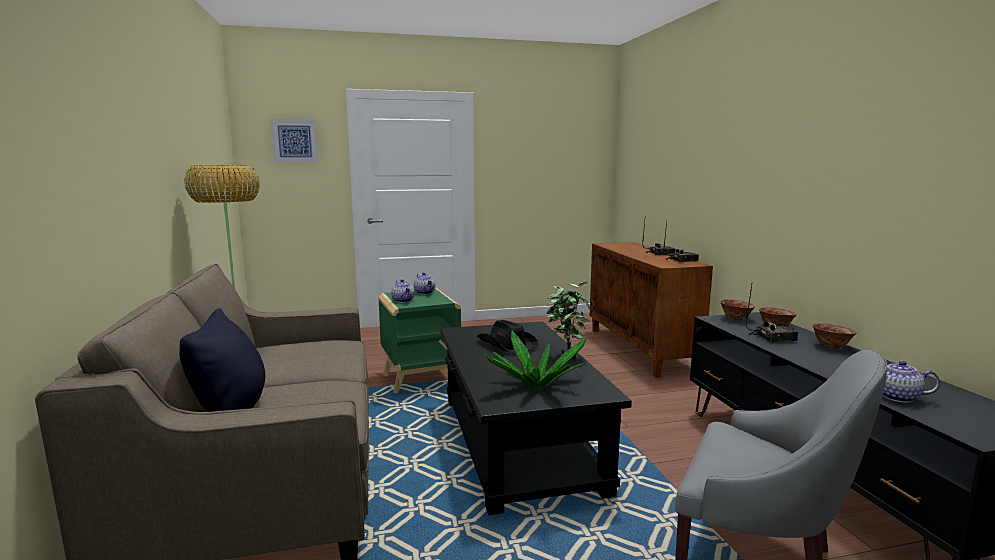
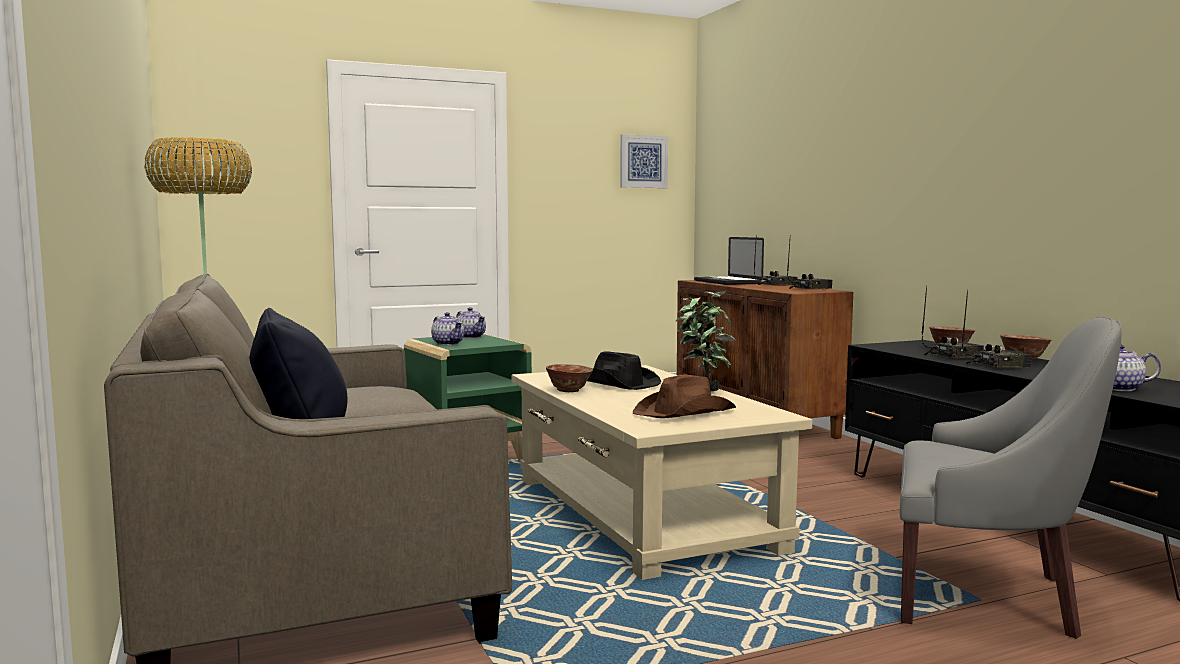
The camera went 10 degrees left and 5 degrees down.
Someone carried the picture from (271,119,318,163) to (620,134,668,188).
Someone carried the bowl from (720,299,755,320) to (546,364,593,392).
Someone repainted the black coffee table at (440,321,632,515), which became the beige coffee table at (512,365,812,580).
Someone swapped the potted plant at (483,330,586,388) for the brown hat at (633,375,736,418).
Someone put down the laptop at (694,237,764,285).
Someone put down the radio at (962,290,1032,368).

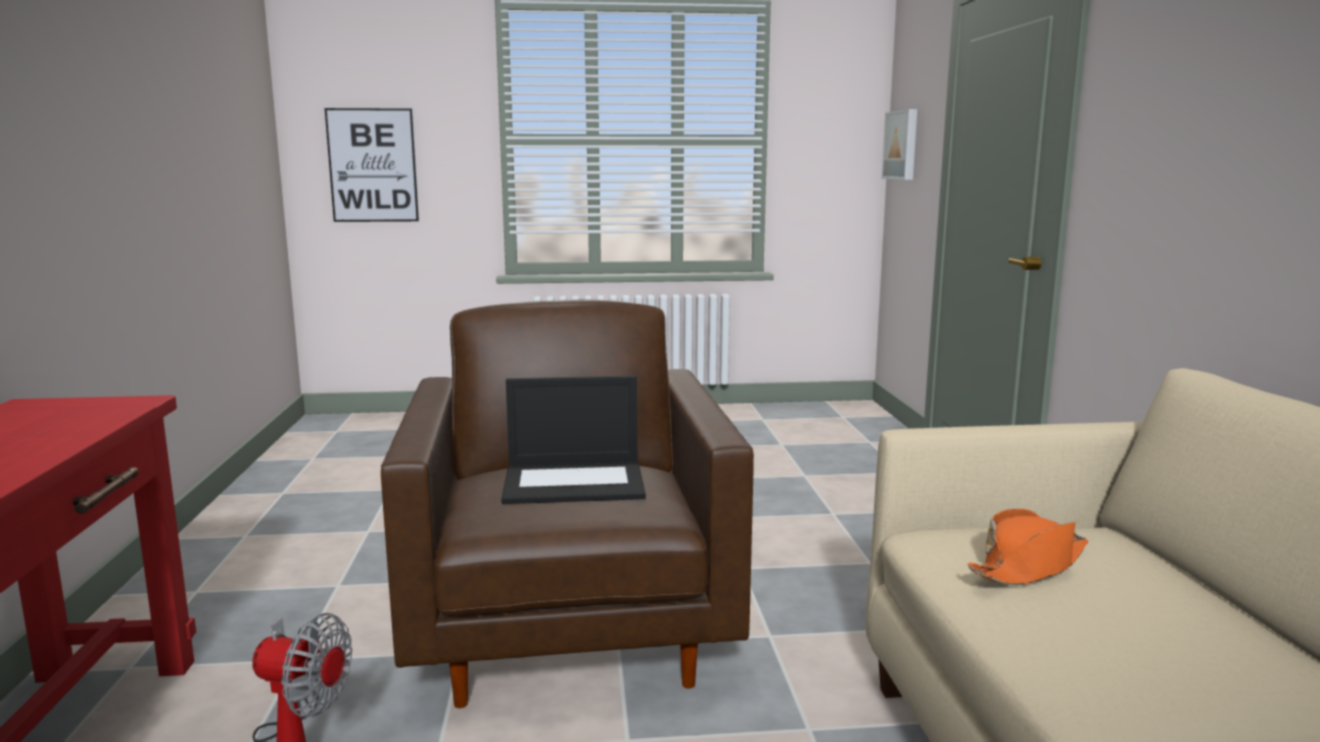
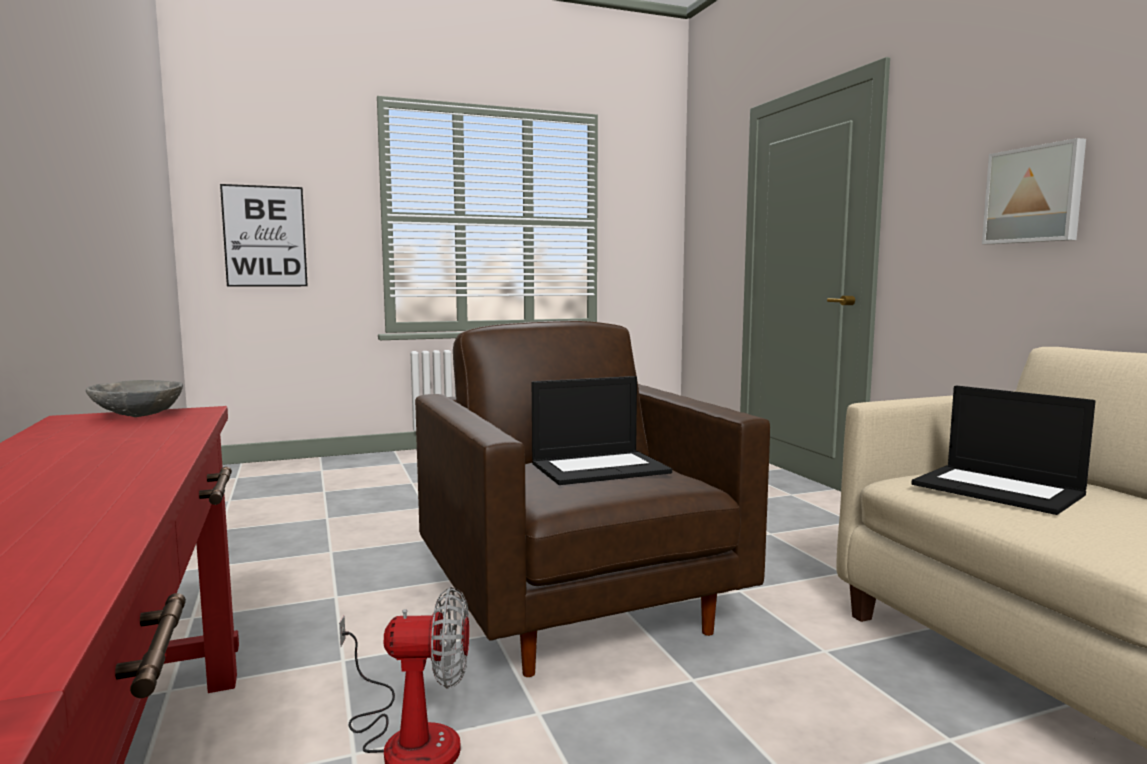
The camera went 15 degrees left and 5 degrees down.
Someone carried the picture from (882,109,917,180) to (982,138,1086,244).
Someone swapped the orange hat at (968,509,1088,585) for the laptop at (911,386,1096,515).
Someone put down the grey bowl at (86,380,183,417).

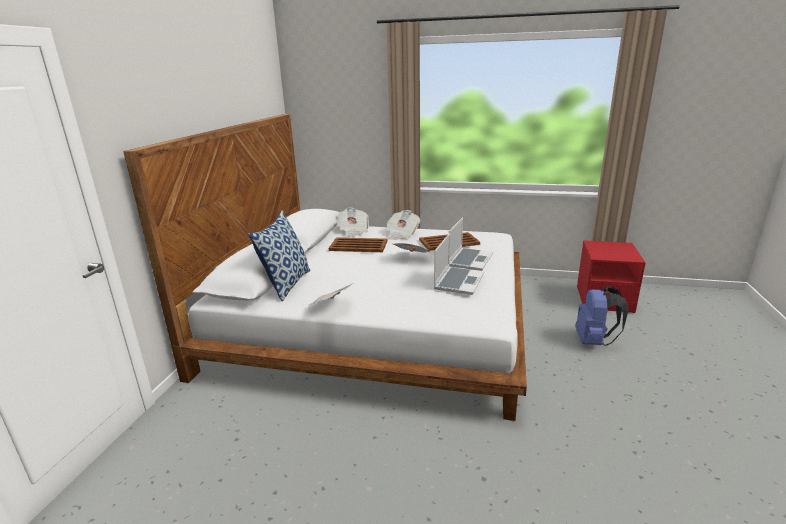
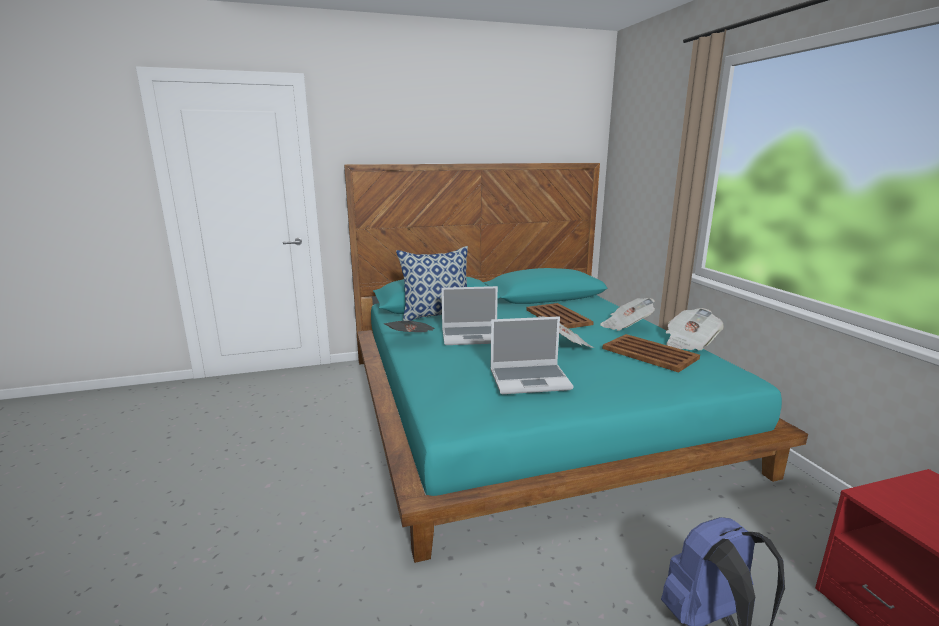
The camera went 60 degrees right and 5 degrees down.
Someone repainted the white bed at (124,114,527,421), which became the turquoise bed at (344,163,808,563).
Someone carried the newspaper from (336,208,369,237) to (666,308,724,350).
Someone carried the laptop from (449,217,493,271) to (442,286,498,345).

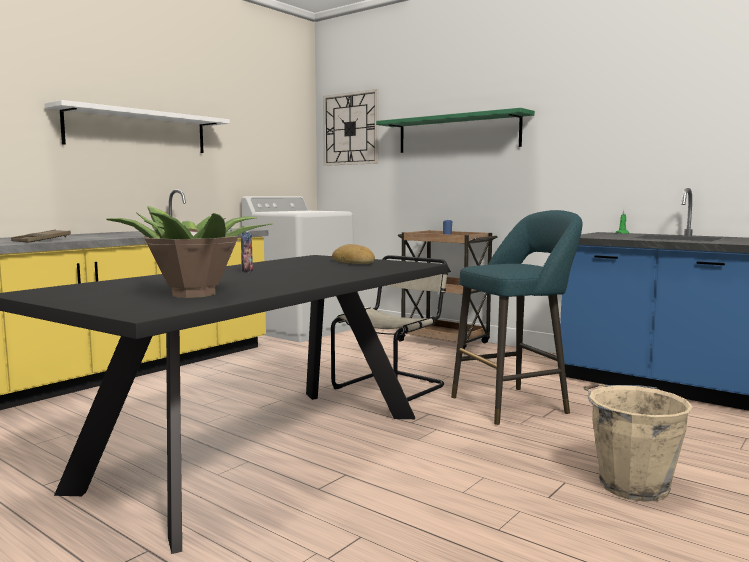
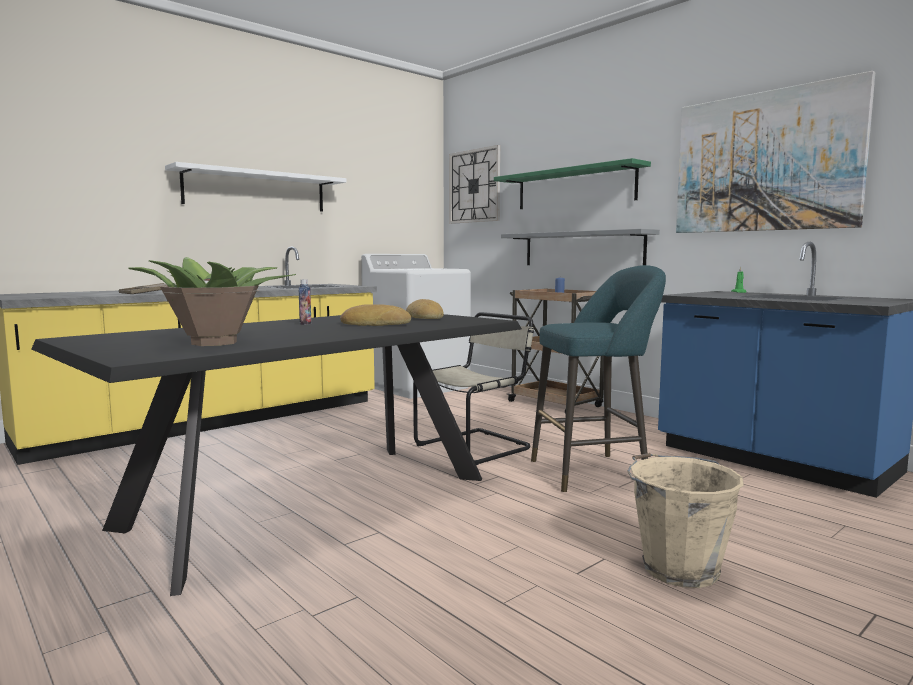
The camera went 10 degrees right and 0 degrees up.
Someone put up the picture at (676,71,875,233).
Someone put up the grey shelf at (501,229,660,265).
Someone put down the bread at (340,304,411,326).

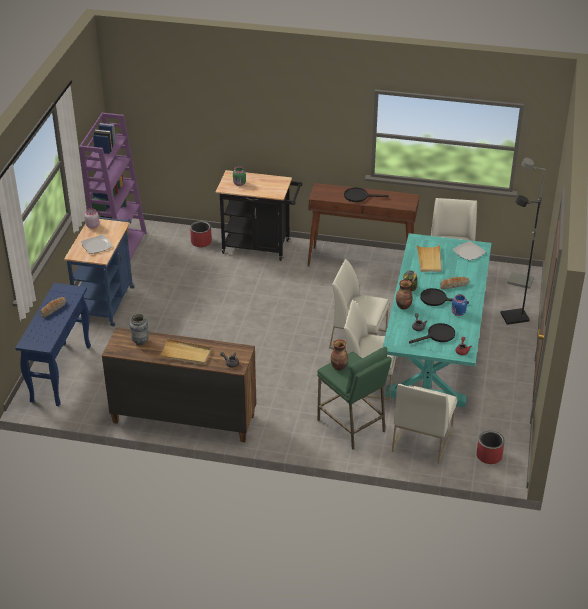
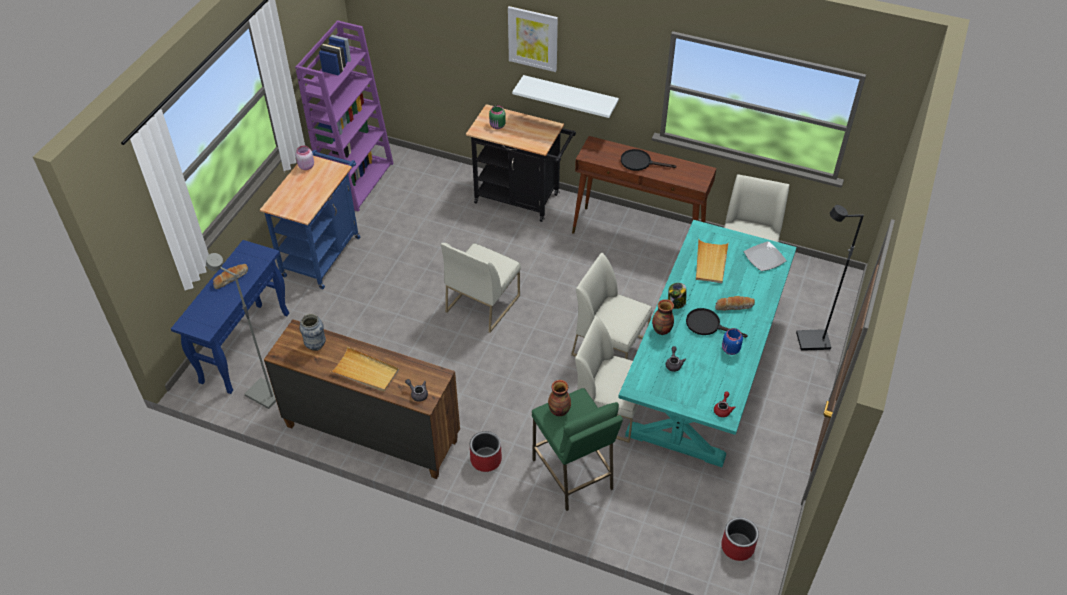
The camera went 10 degrees right and 10 degrees up.
Someone carried the grey floor lamp from (507,158,546,289) to (206,253,276,409).
Someone carried the red planter from (190,221,212,247) to (470,431,502,472).
Someone took away the plate at (81,234,113,254).
Someone took away the black frying pan at (409,323,455,344).
Someone carried the white chair from (392,384,457,464) to (441,243,521,333).
Someone put up the picture at (508,6,558,72).
Someone put up the white shelf at (512,75,619,118).

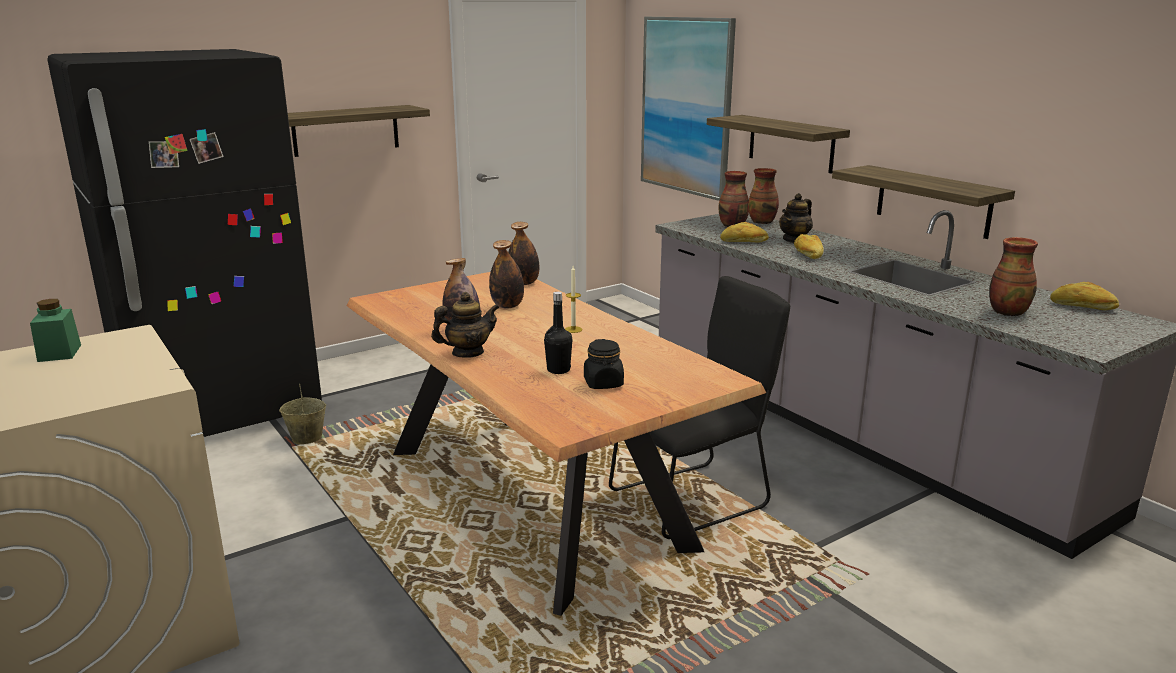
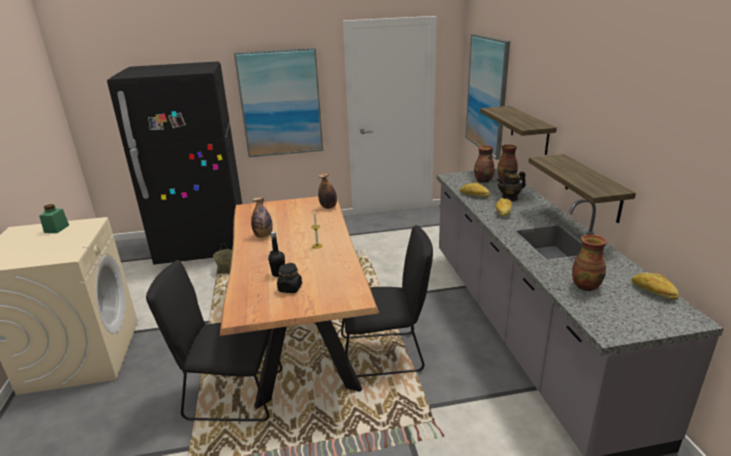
The camera went 25 degrees right and 5 degrees up.
Someone swapped the shelf at (288,105,430,157) for the picture at (234,48,323,157).
Someone took away the bottle at (489,240,524,309).
Someone took away the teapot at (431,292,500,358).
Someone put down the black chair at (146,260,282,421).

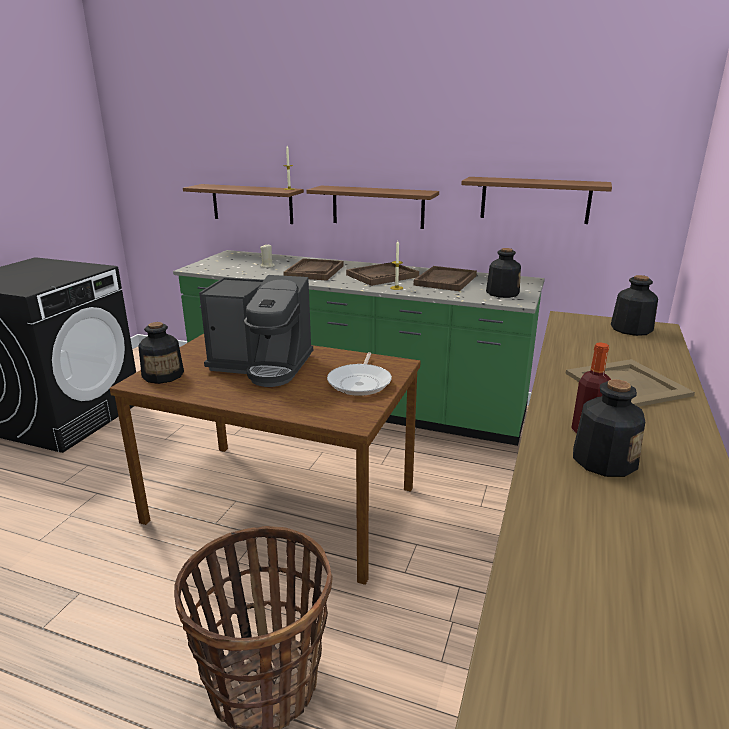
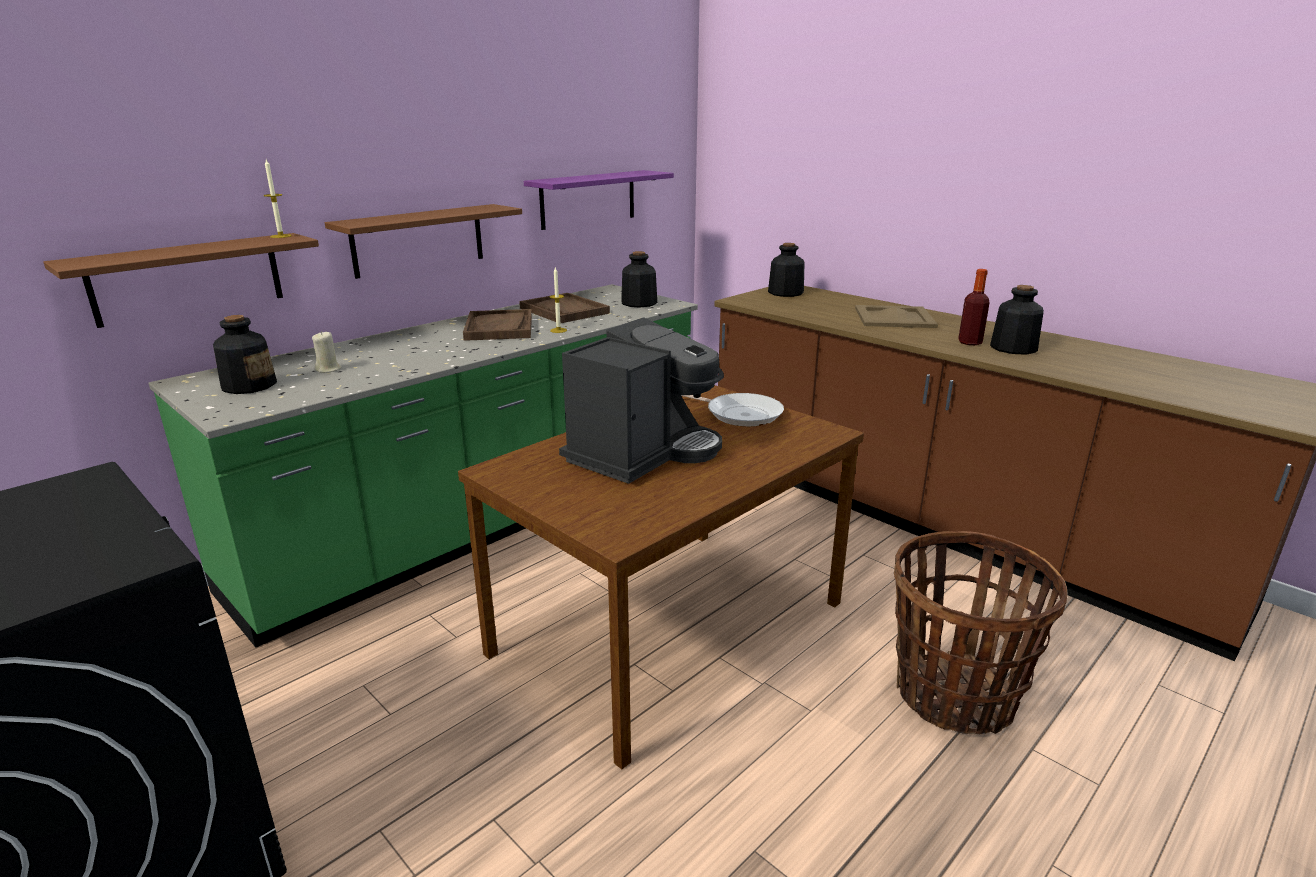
The camera went 65 degrees left and 0 degrees up.
Someone repainted the brown shelf at (461,177,612,224), which became the purple shelf at (524,170,674,230).
Someone took away the brown tray at (283,258,343,281).
Someone carried the bottle from (138,322,184,384) to (213,315,277,394).

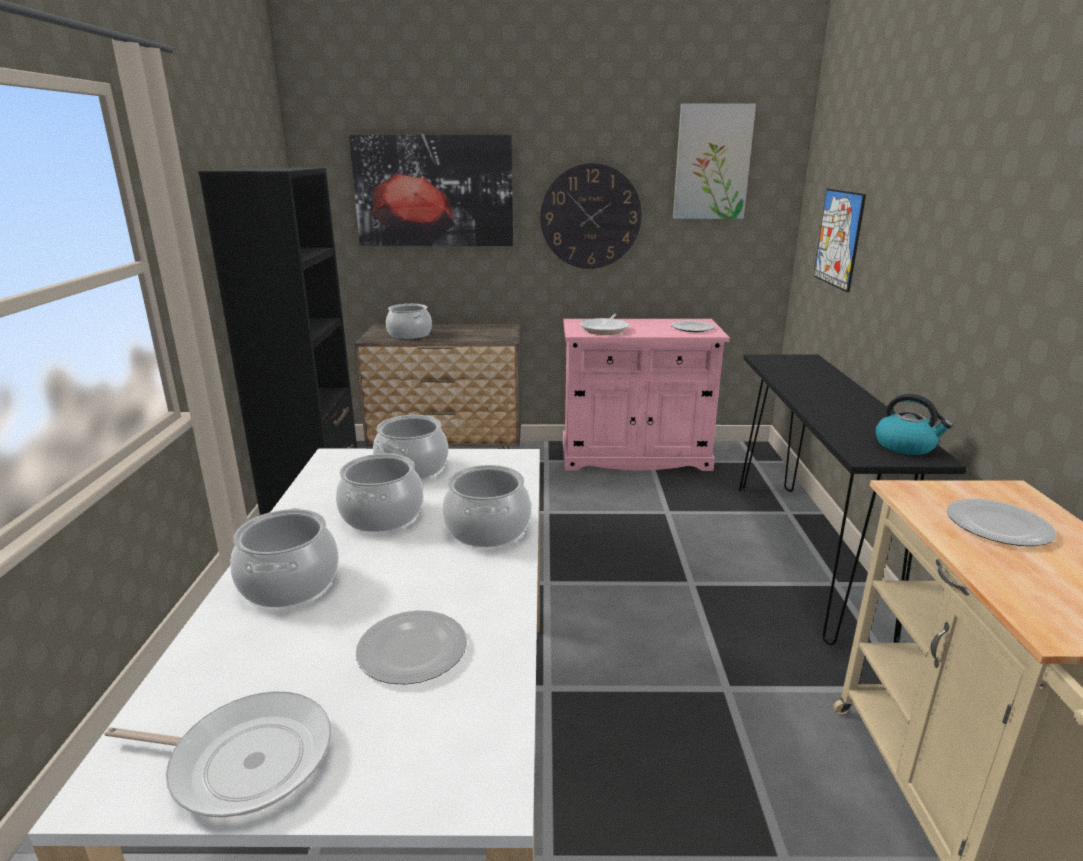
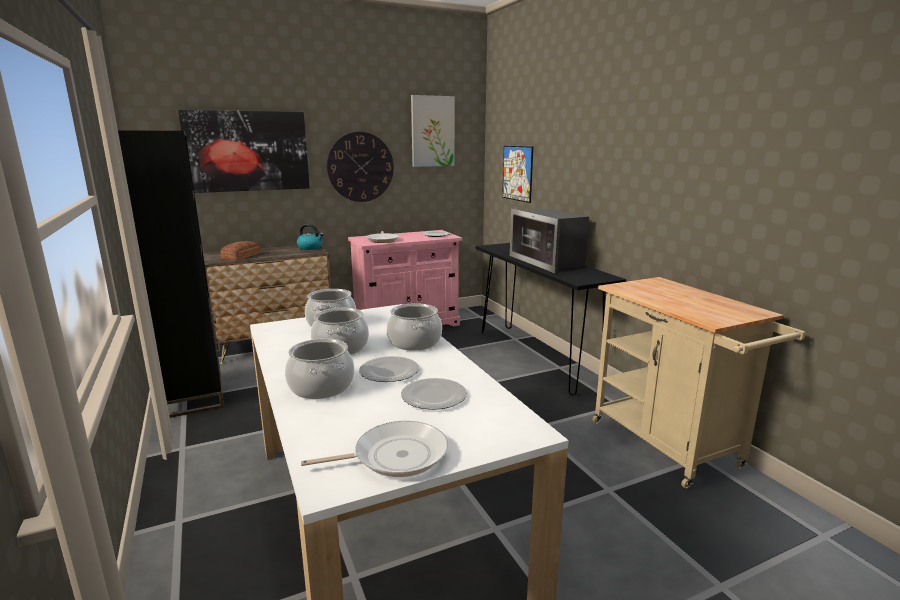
The camera went 25 degrees left and 5 degrees down.
Someone swapped the cooking pot at (386,304,432,339) for the bread at (220,241,261,260).
Someone carried the kettle from (876,394,953,455) to (297,224,324,250).
Someone carried the plate from (947,499,1056,546) to (359,356,419,382).
Someone put down the microwave at (510,208,589,273).

